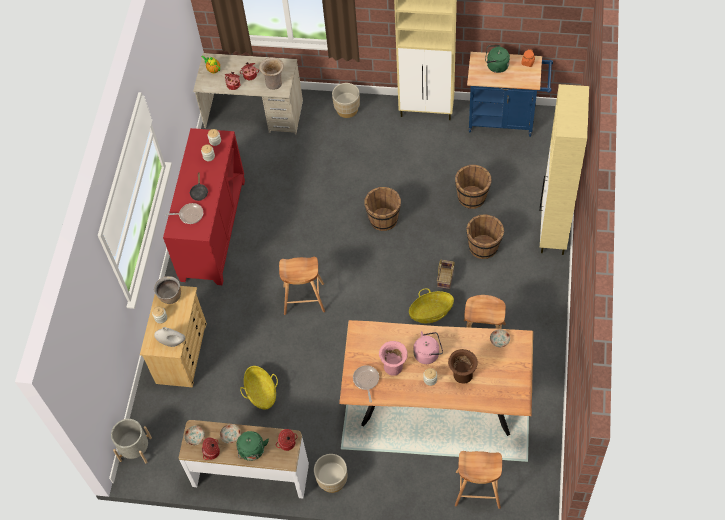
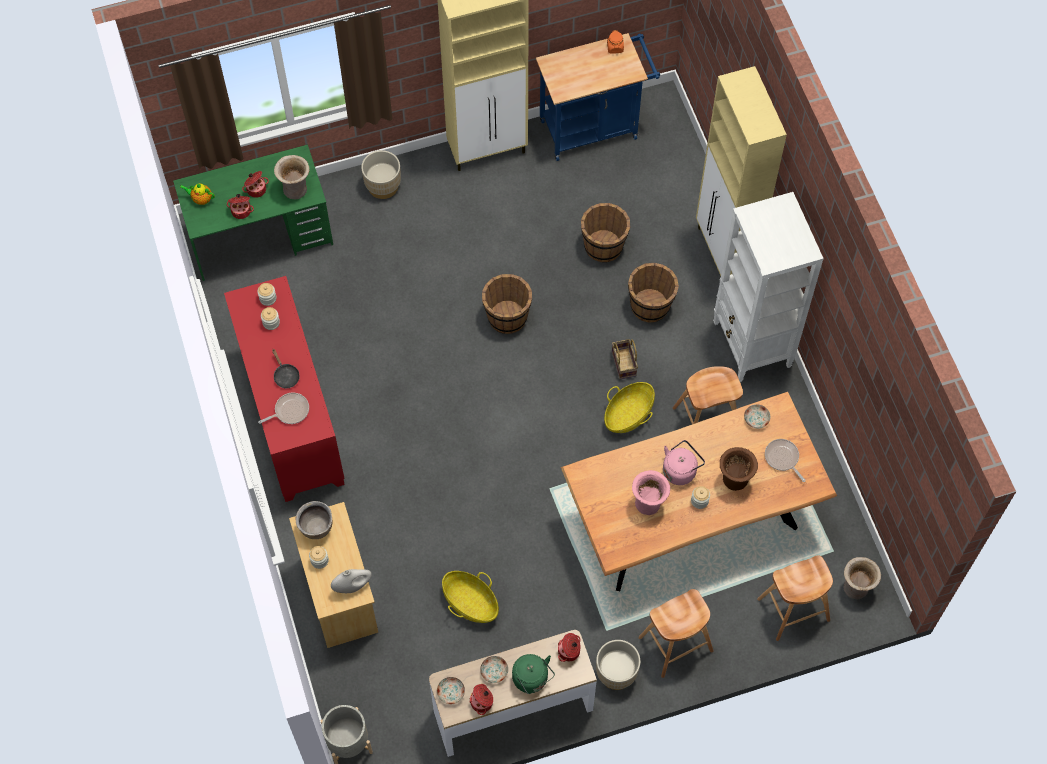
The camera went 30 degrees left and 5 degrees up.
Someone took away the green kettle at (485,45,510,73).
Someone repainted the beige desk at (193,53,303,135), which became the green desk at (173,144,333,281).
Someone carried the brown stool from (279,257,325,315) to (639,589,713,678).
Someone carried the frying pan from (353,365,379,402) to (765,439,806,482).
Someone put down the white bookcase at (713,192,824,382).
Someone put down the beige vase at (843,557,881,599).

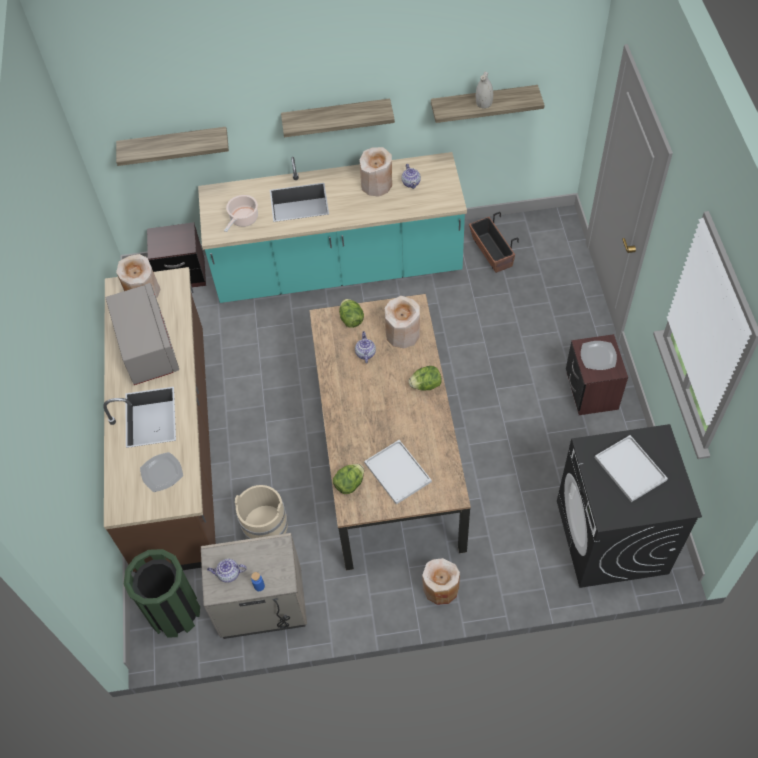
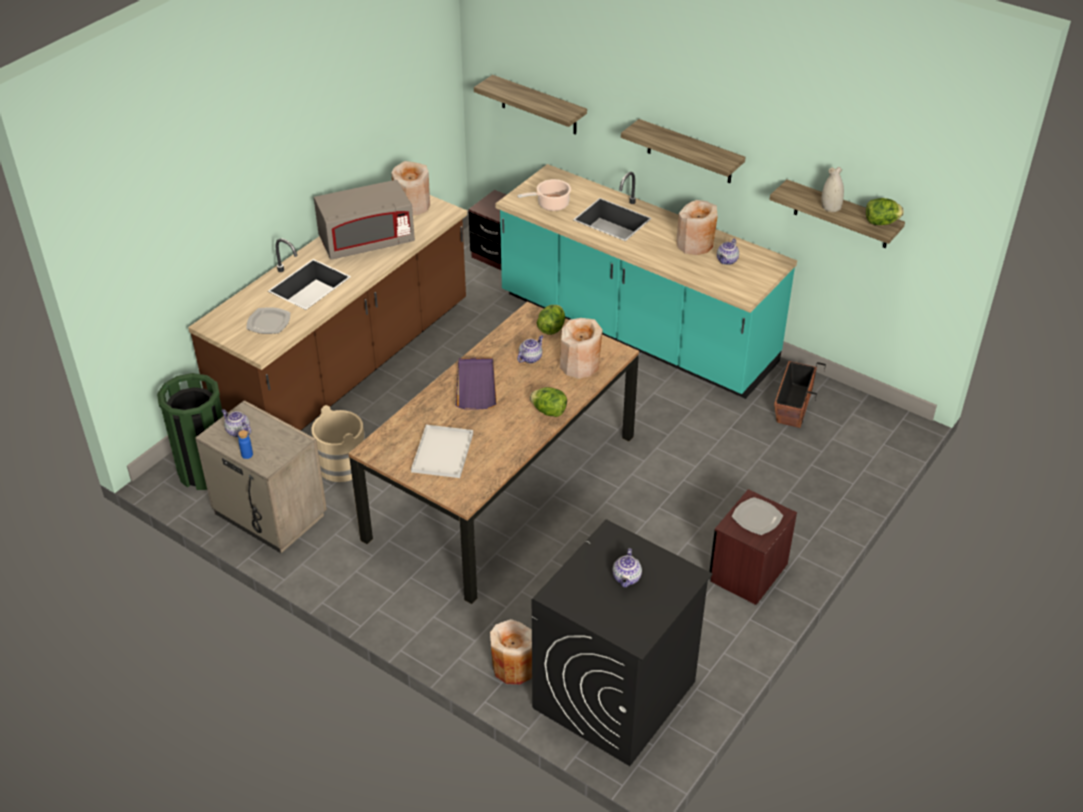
The camera went 40 degrees right and 15 degrees down.
Someone rotated the grey microwave at (106,283,179,385) by 45 degrees clockwise.
Someone swapped the white tray at (595,435,668,502) for the teapot at (612,548,642,587).
Someone carried the lettuce from (333,464,364,494) to (866,198,904,225).
Someone carried the beige vase from (422,558,460,605) to (490,619,532,685).
Someone put down the purple tray at (455,357,497,410).

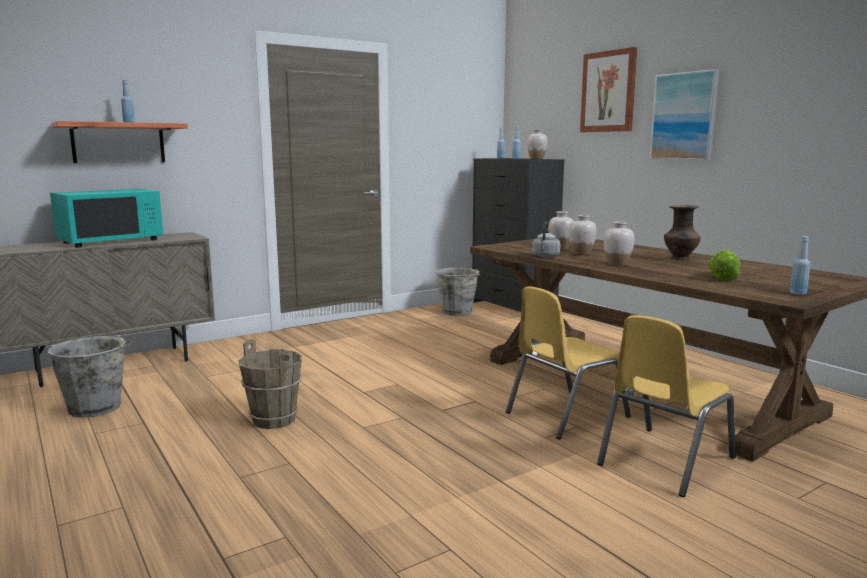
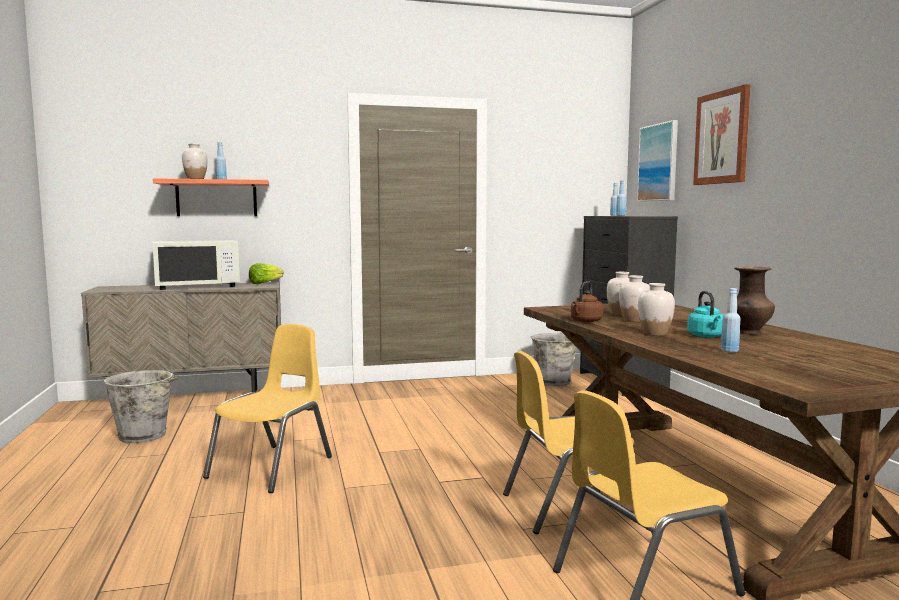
The camera went 20 degrees right and 5 degrees down.
Someone carried the picture from (650,69,719,160) to (637,120,678,201).
Someone carried the white vase from (527,129,547,159) to (182,143,208,179).
Someone repainted the turquoise microwave at (50,189,163,248), which became the white microwave at (152,240,240,290).
Someone repainted the grey kettle at (532,222,560,257), which became the brown kettle at (571,281,603,322).
Someone carried the blue bottle from (790,236,810,295) to (721,288,740,353).
Someone carried the lettuce from (708,250,740,281) to (249,263,284,284).
Someone swapped the brown bucket at (238,339,302,429) for the yellow chair at (203,324,332,493).
Someone put down the turquoise kettle at (687,291,724,338).

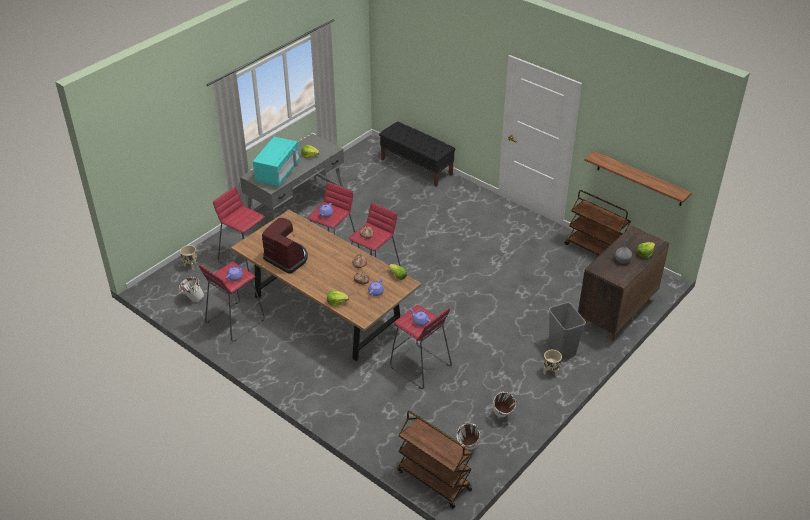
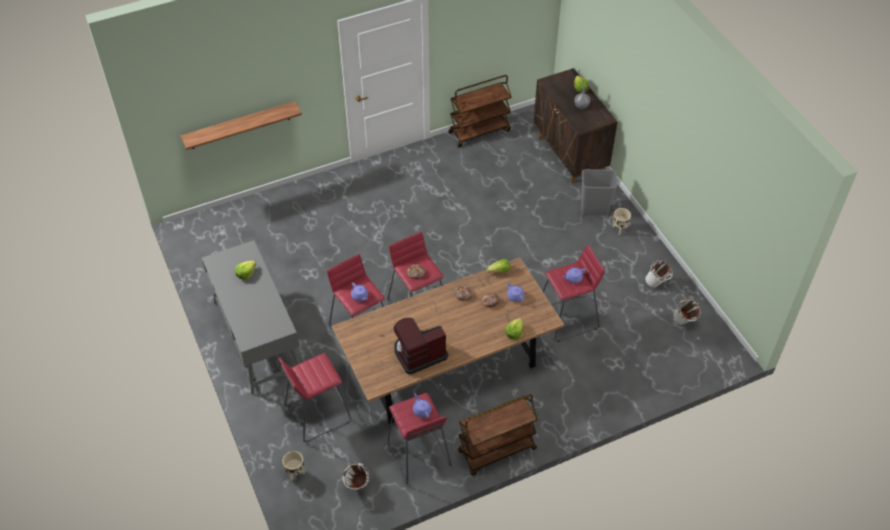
The camera went 65 degrees left and 10 degrees up.
Someone took away the black bench at (379,122,455,187).
Someone took away the turquoise microwave at (253,137,299,187).
Someone carried the shelf from (584,151,692,206) to (180,101,302,150).
Someone carried the brown cart from (397,411,473,509) to (458,394,538,476).

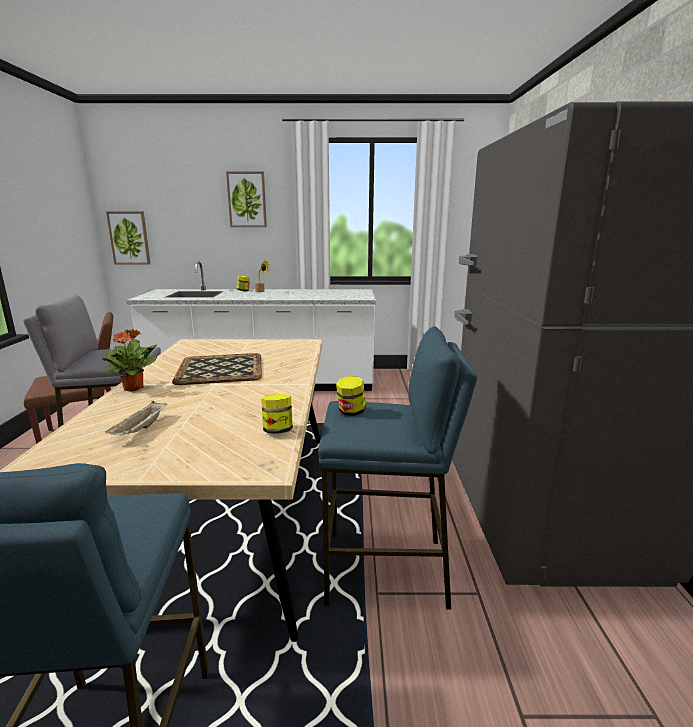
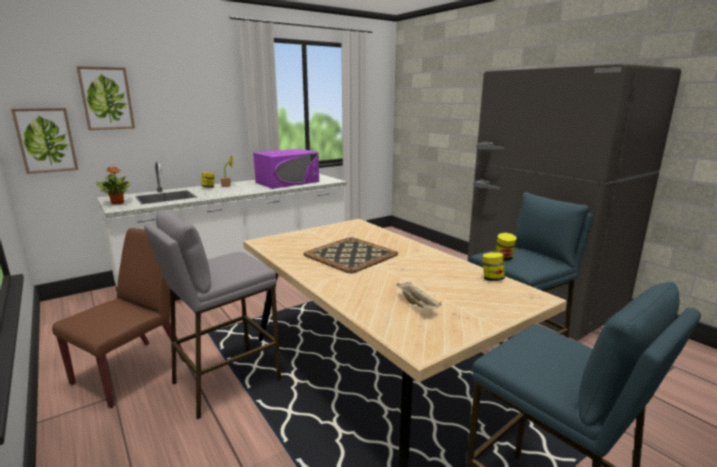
The camera went 35 degrees left and 0 degrees up.
Someone carried the picture from (226,171,267,227) to (76,66,135,130).
Someone carried the potted plant from (101,329,157,392) to (96,167,130,204).
Someone put down the purple microwave at (253,149,319,189).

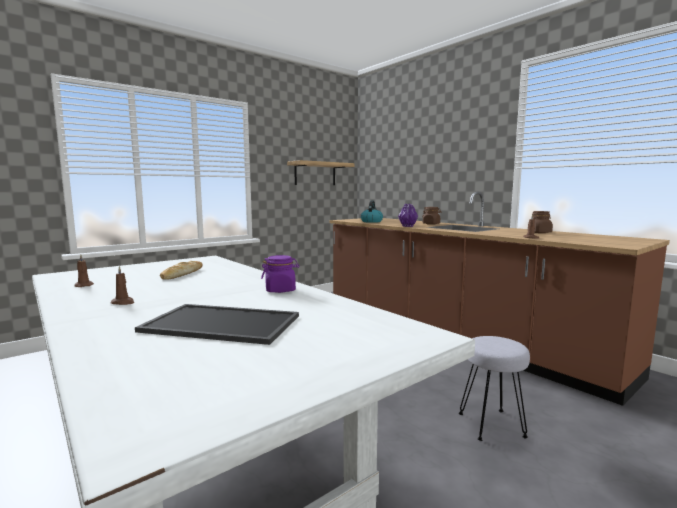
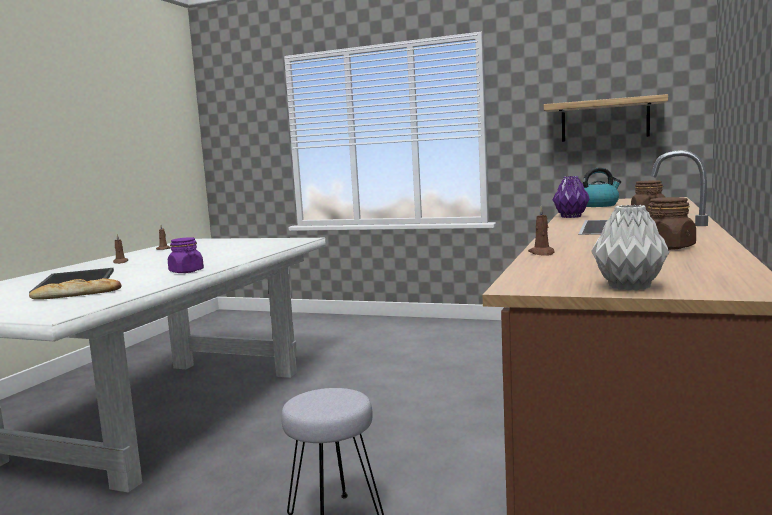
The camera went 60 degrees right and 0 degrees up.
Someone carried the bread from (160,261,203,280) to (29,278,122,300).
Someone put down the grey vase at (591,205,669,291).

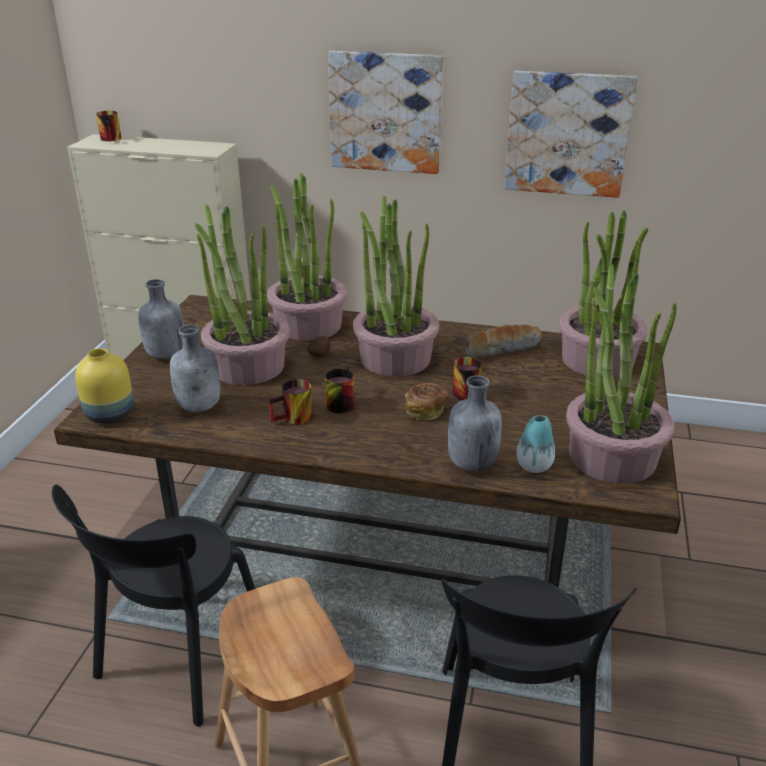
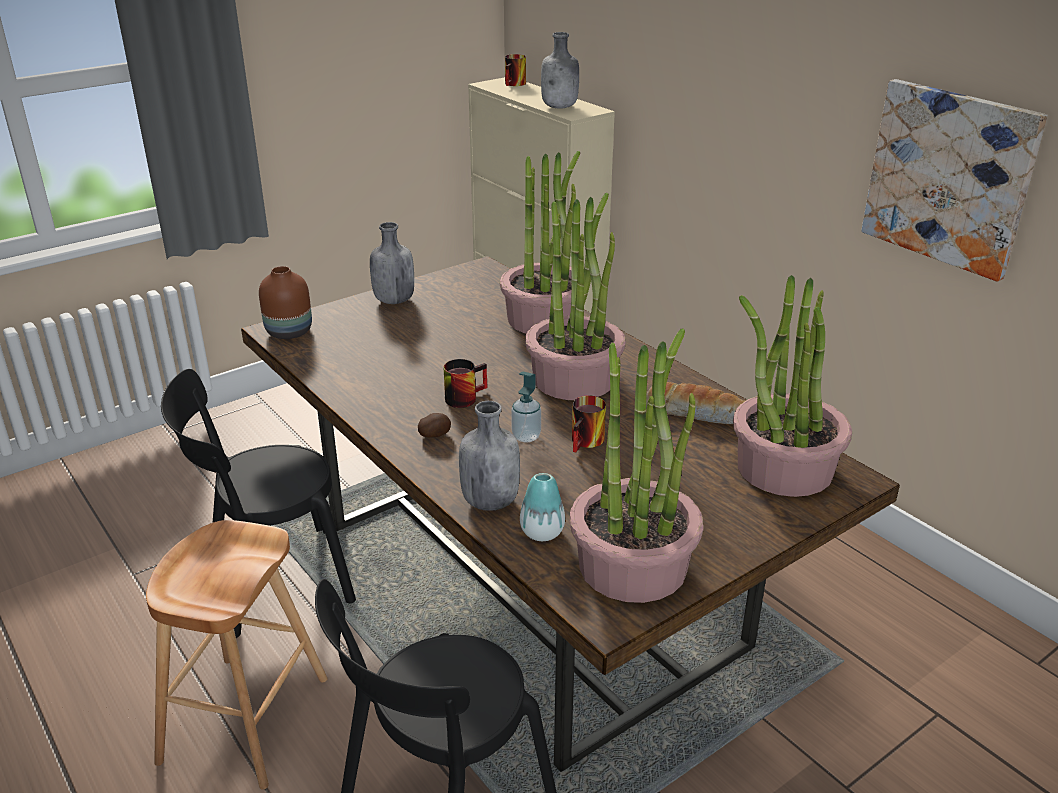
The camera went 40 degrees right and 0 degrees up.
Someone took away the picture at (328,51,443,174).
Someone took away the potted plant at (195,205,290,385).
Someone carried the grey bottle from (170,325,220,412) to (541,32,579,109).
Someone carried the potato from (307,336,331,357) to (418,413,451,437).
Someone repainted the yellow vase at (75,348,134,424), which became the brown vase at (259,266,312,339).
Someone took away the mug at (269,379,313,425).
Someone swapped the bread at (405,382,449,420) for the soap dispenser at (511,372,541,443).

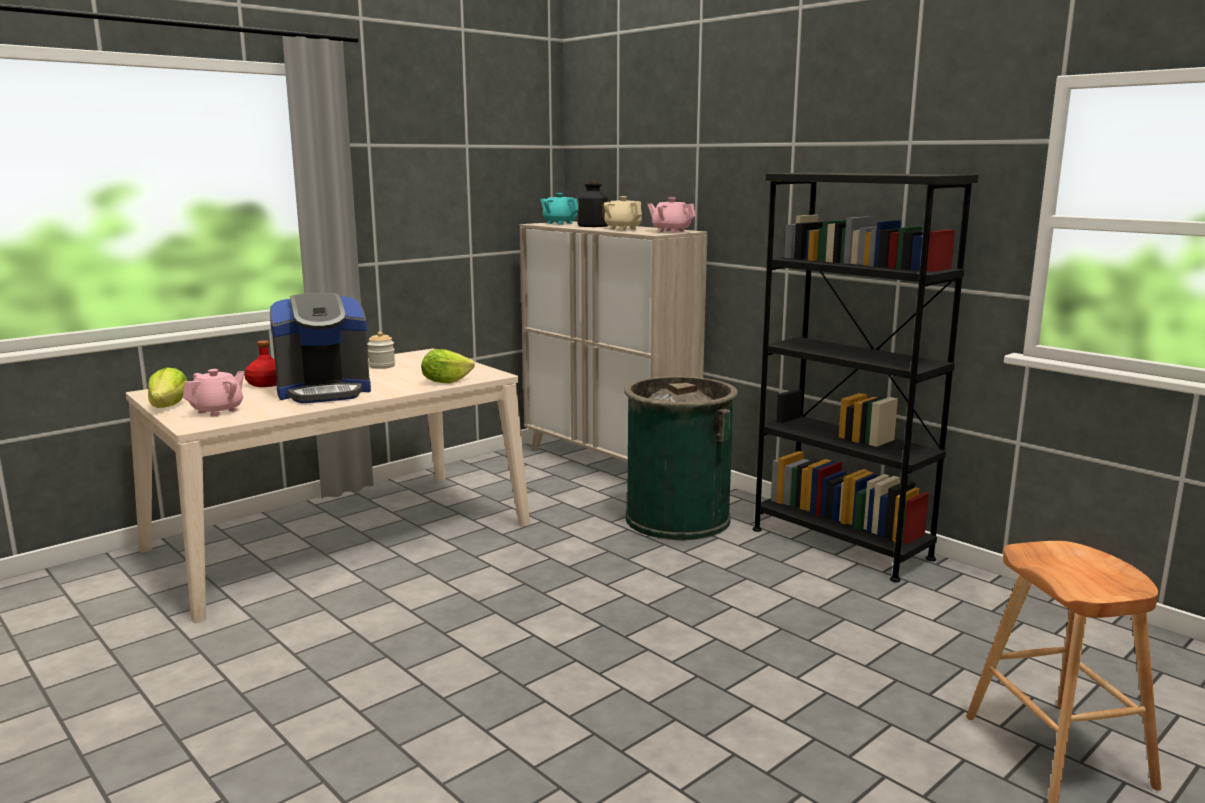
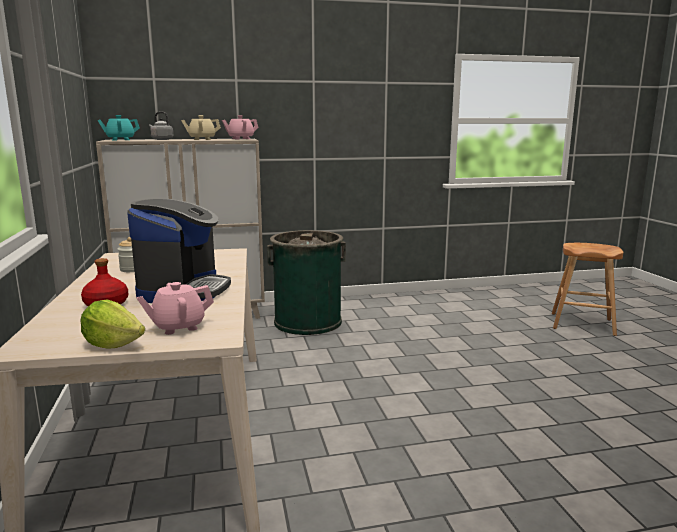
The camera went 60 degrees left and 0 degrees up.
Someone took away the black bookcase at (753,173,978,582).
Someone swapped the bottle at (578,181,608,227) for the grey kettle at (149,112,173,140).
Someone took away the lettuce at (421,349,475,384).
Someone rotated the pink teapot at (183,369,244,417) by 90 degrees counterclockwise.

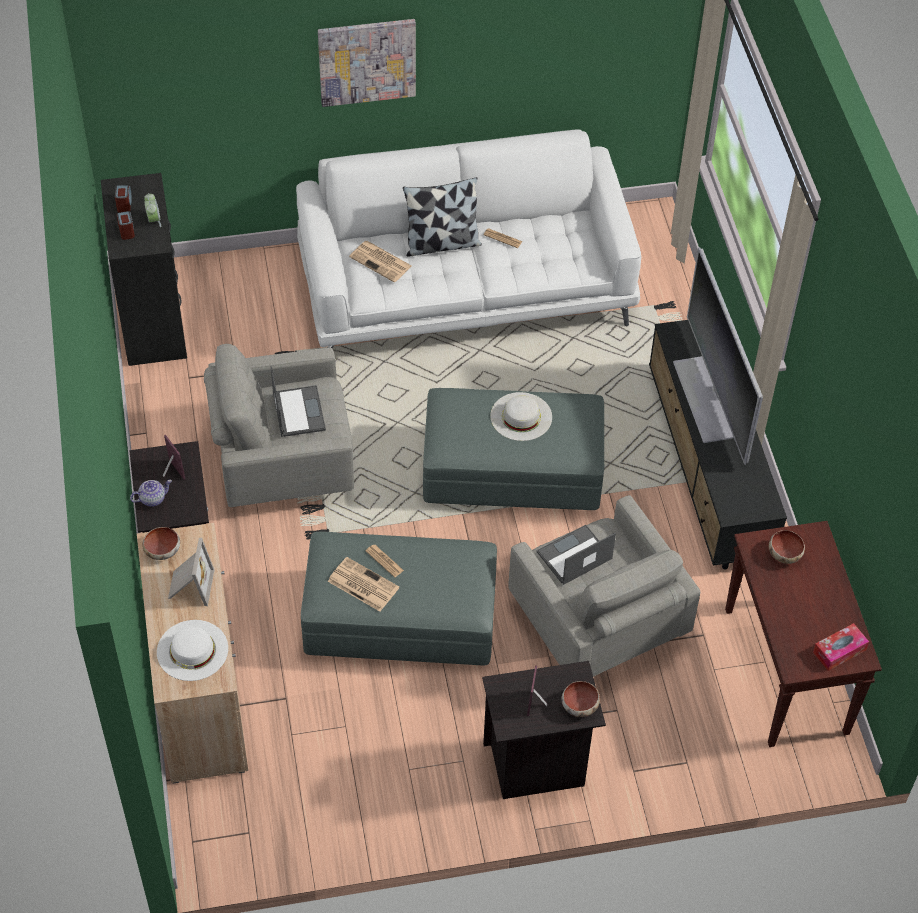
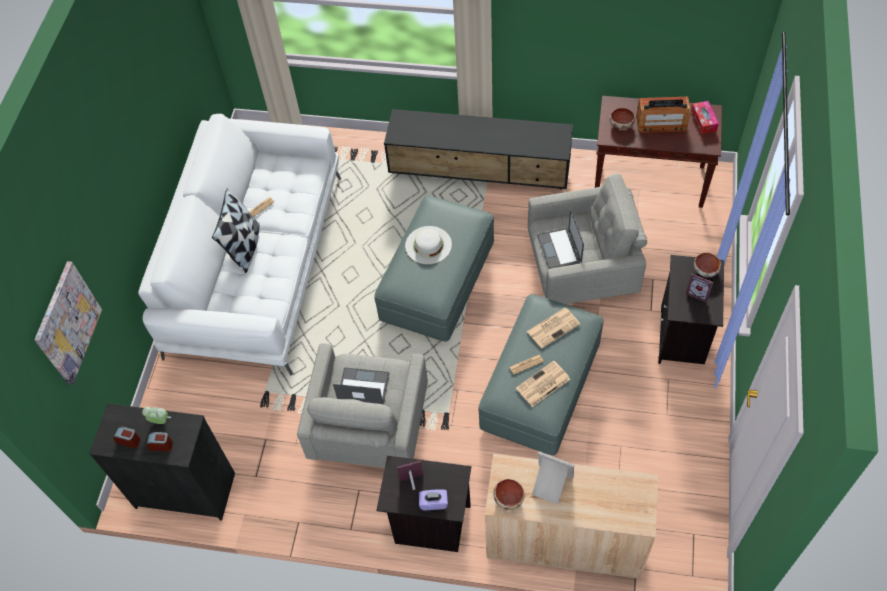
The camera went 65 degrees left and 5 degrees up.
Someone carried the picture from (318,19,416,107) to (34,261,102,385).
Someone carried the newspaper from (349,241,412,282) to (527,308,580,348).
Someone took away the television at (673,247,763,465).
Someone swapped the teapot at (130,480,172,507) for the purple tissue box at (419,489,448,510).
Someone took away the white hat at (157,620,228,681).
Someone put down the radio at (636,96,690,133).

